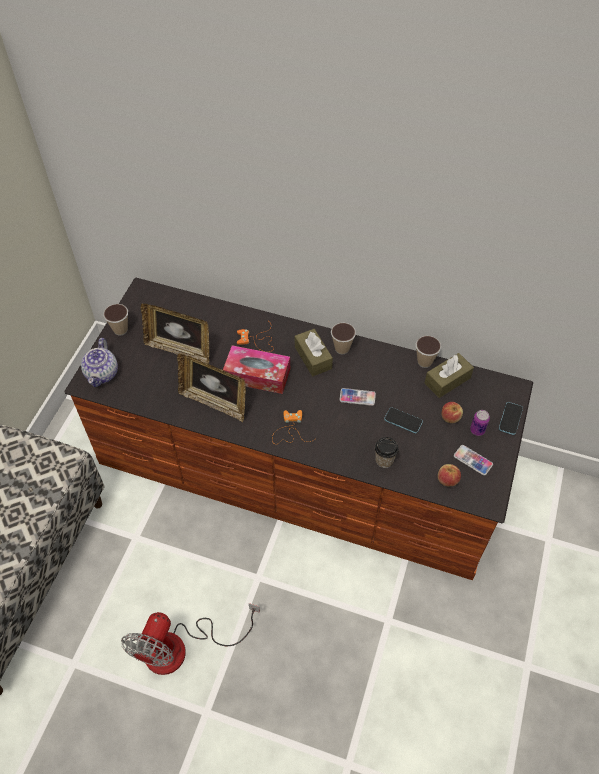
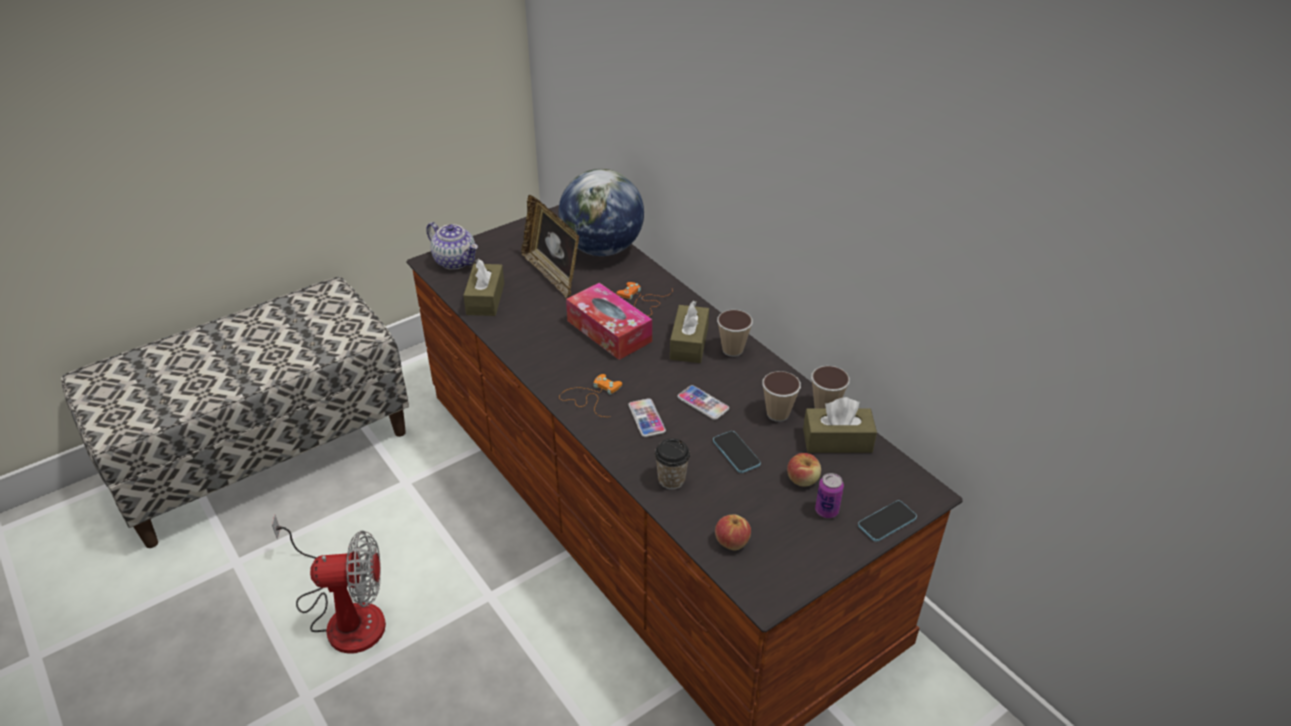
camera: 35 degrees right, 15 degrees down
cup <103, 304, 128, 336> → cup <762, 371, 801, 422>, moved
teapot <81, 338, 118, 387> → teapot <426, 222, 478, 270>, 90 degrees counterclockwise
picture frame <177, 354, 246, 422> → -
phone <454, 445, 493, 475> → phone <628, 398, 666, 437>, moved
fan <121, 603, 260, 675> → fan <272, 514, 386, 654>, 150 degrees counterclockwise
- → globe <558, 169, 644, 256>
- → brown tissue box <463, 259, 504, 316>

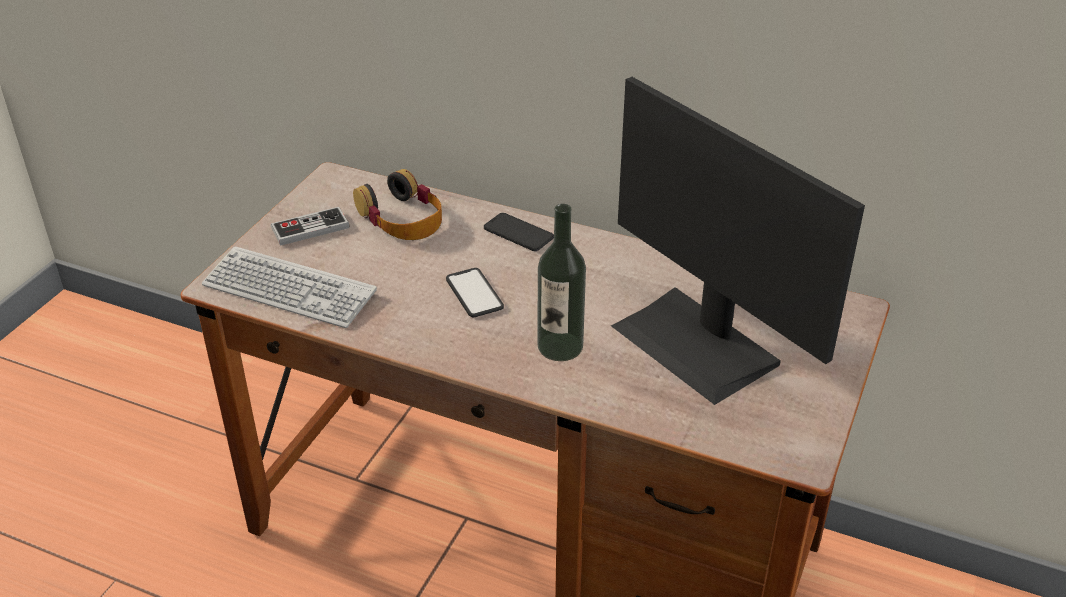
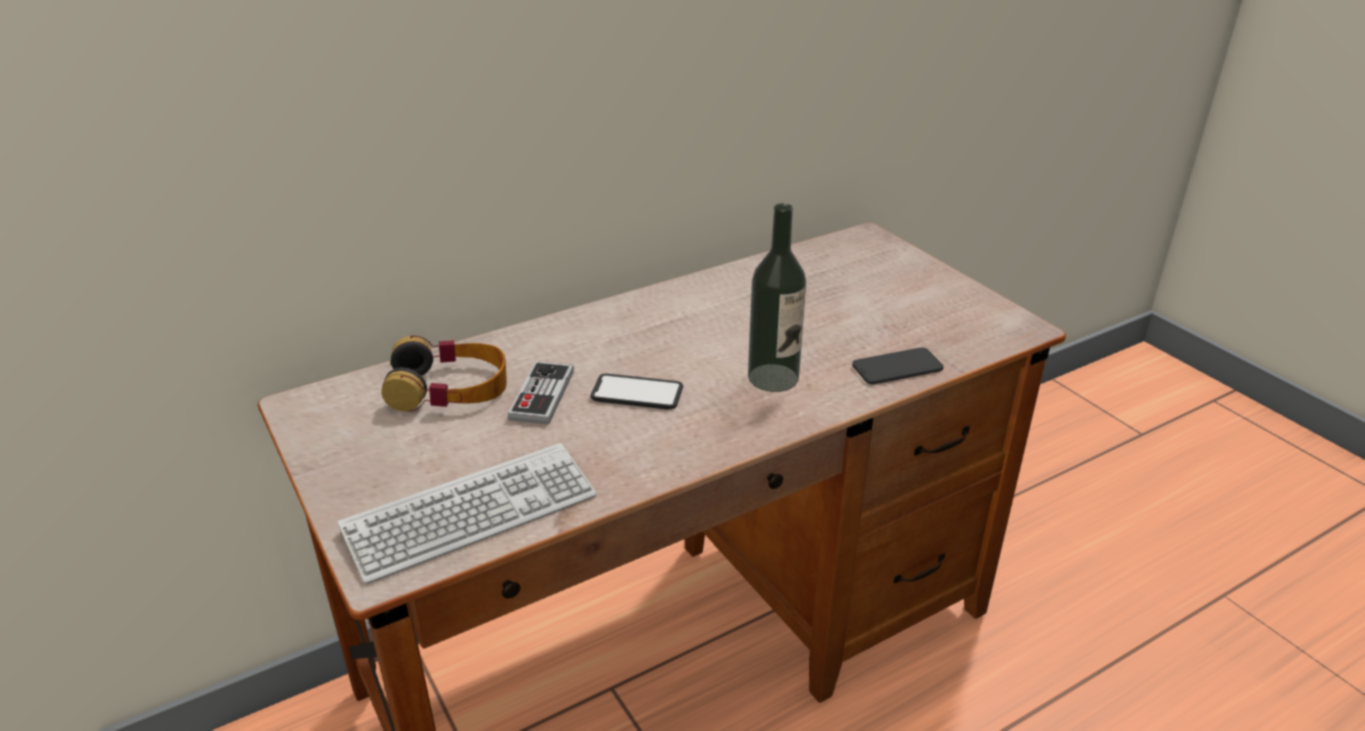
camera: 55 degrees left, 5 degrees down
monitor <611, 77, 865, 405> → -
game controller <271, 207, 349, 246> → game controller <508, 361, 574, 425>, moved
phone <484, 213, 554, 251> → phone <852, 348, 944, 384>, moved

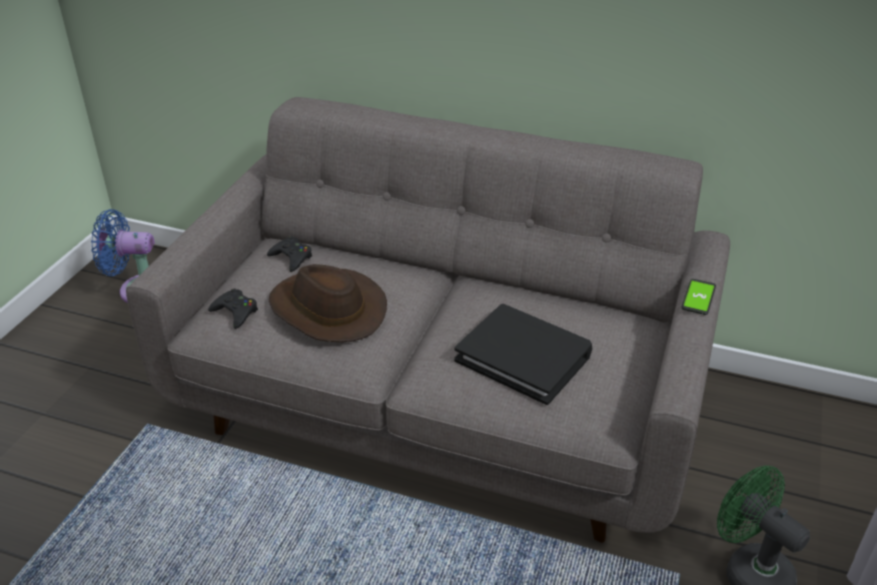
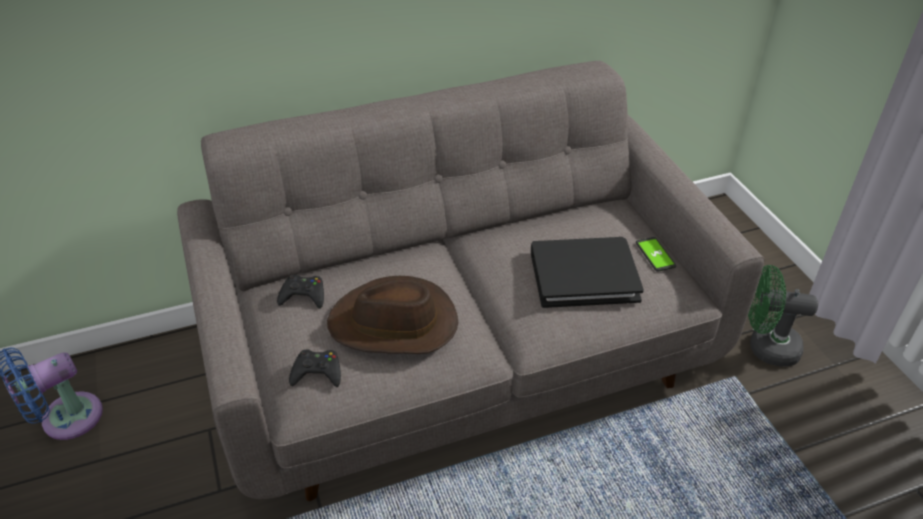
camera: 40 degrees left, 5 degrees up
phone <681, 279, 716, 315> → phone <636, 237, 676, 272>, moved

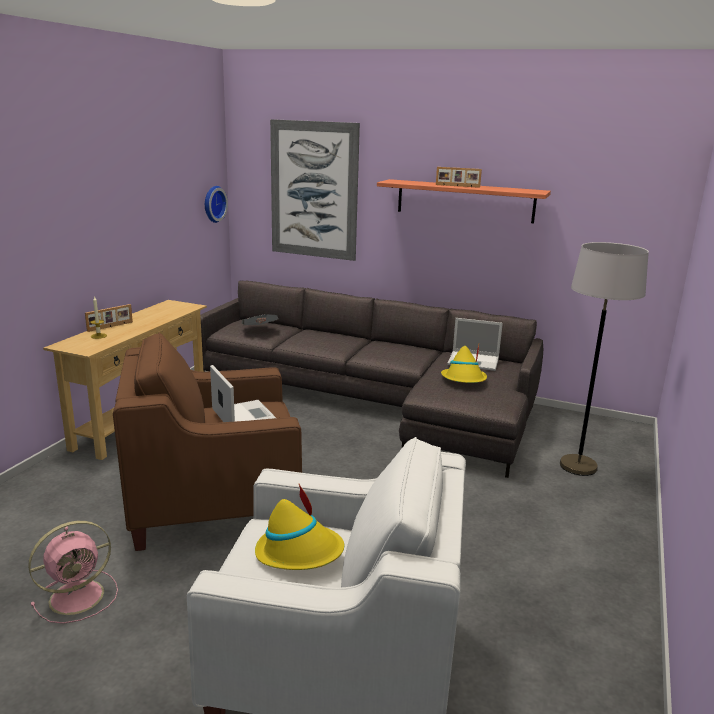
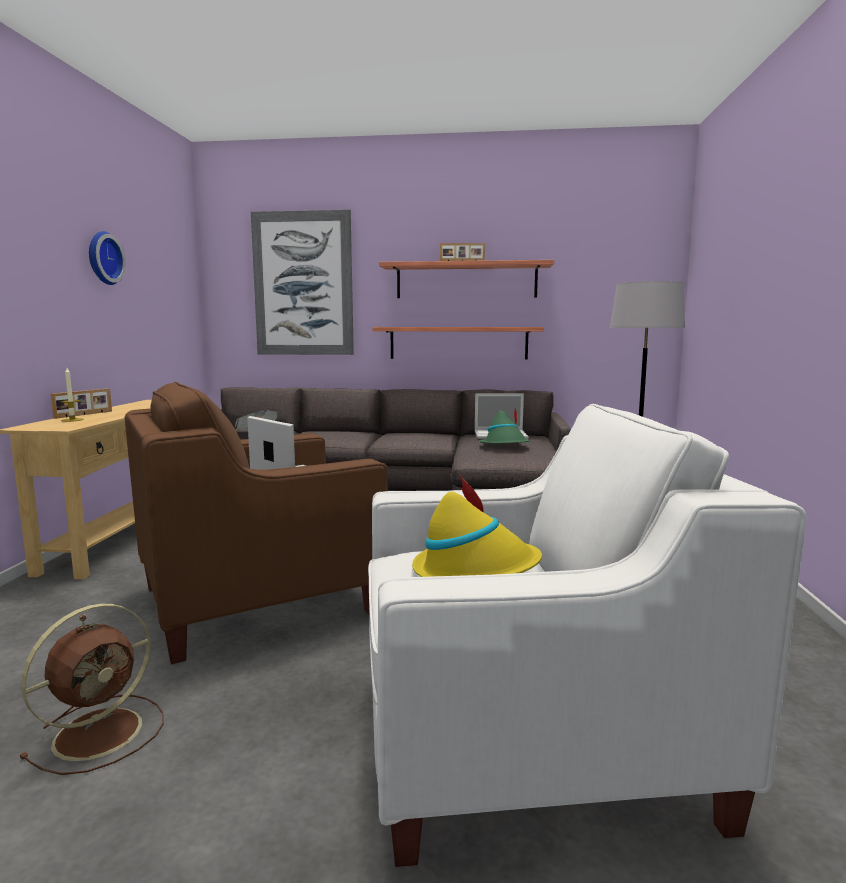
camera: 15 degrees left, 10 degrees down
wall clock <205, 186, 228, 223> → wall clock <89, 231, 126, 285>, moved
yellow hat <441, 345, 487, 383> → green hat <479, 407, 530, 444>
pink fan <28, 521, 118, 624> → brown fan <20, 604, 164, 775>
- → shelf <372, 327, 544, 359>

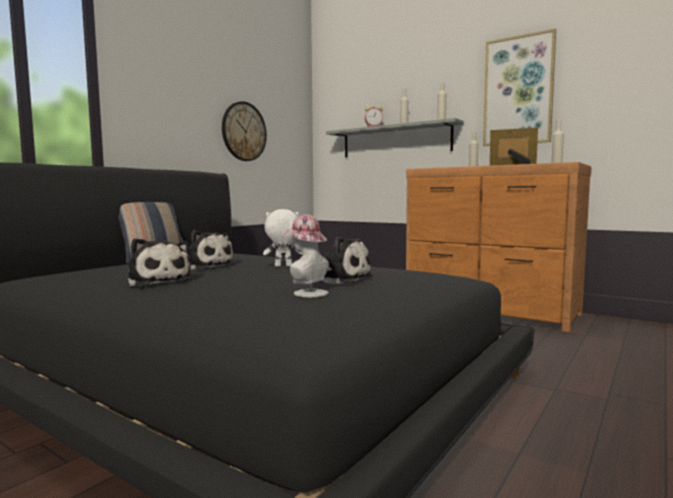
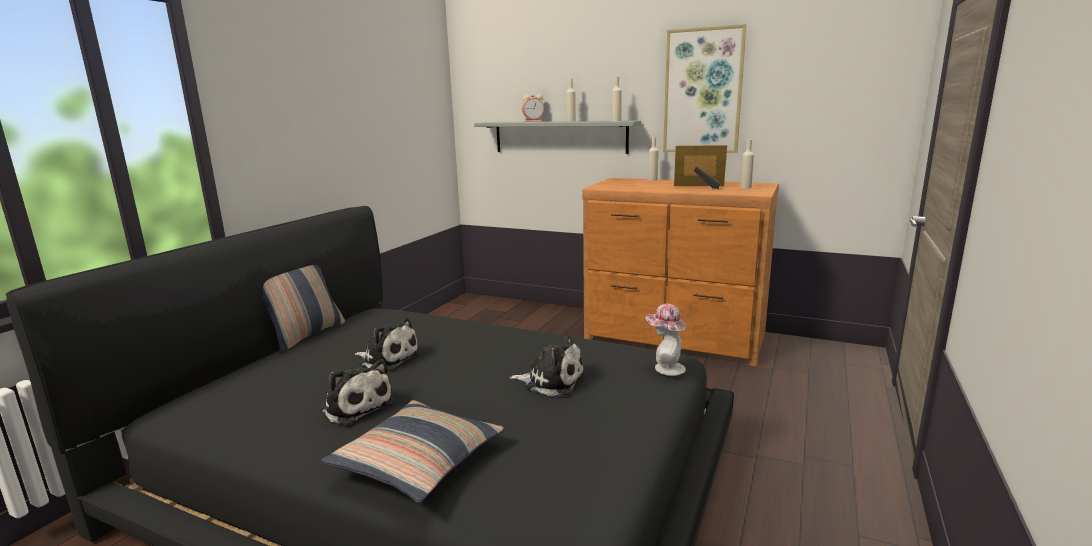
camera: 10 degrees left, 10 degrees up
wall clock <222, 101, 267, 161> → -
white plush toy <263, 209, 302, 267> → -
hat <283, 215, 329, 297> → hat <646, 304, 687, 376>, moved
- → pillow <321, 400, 504, 503>

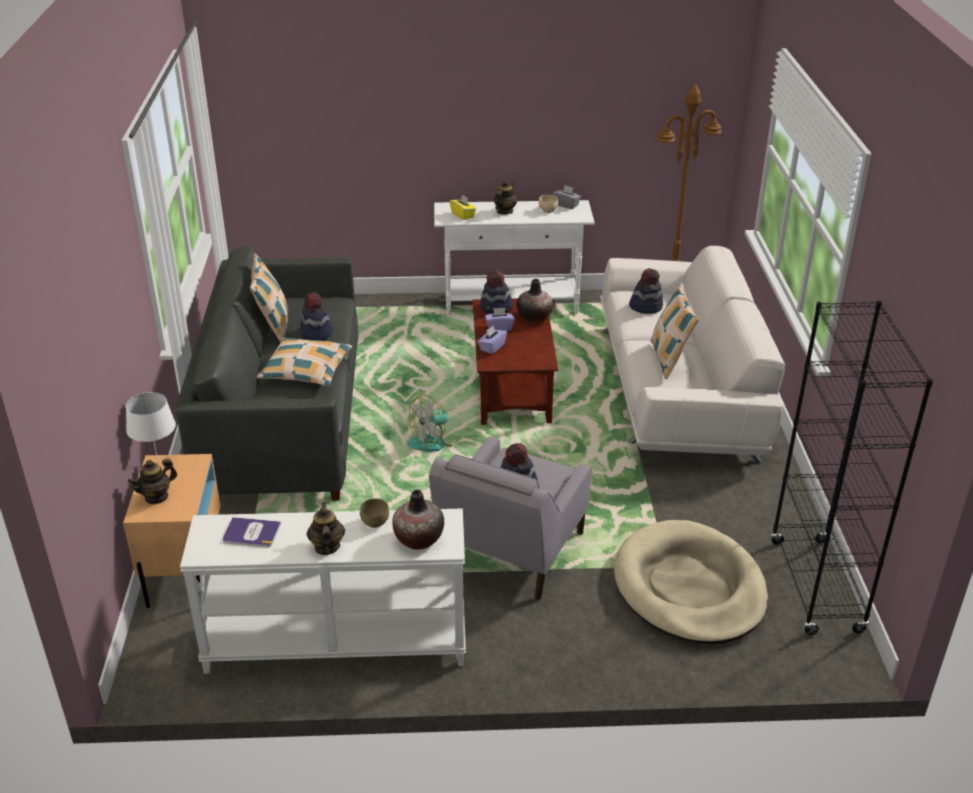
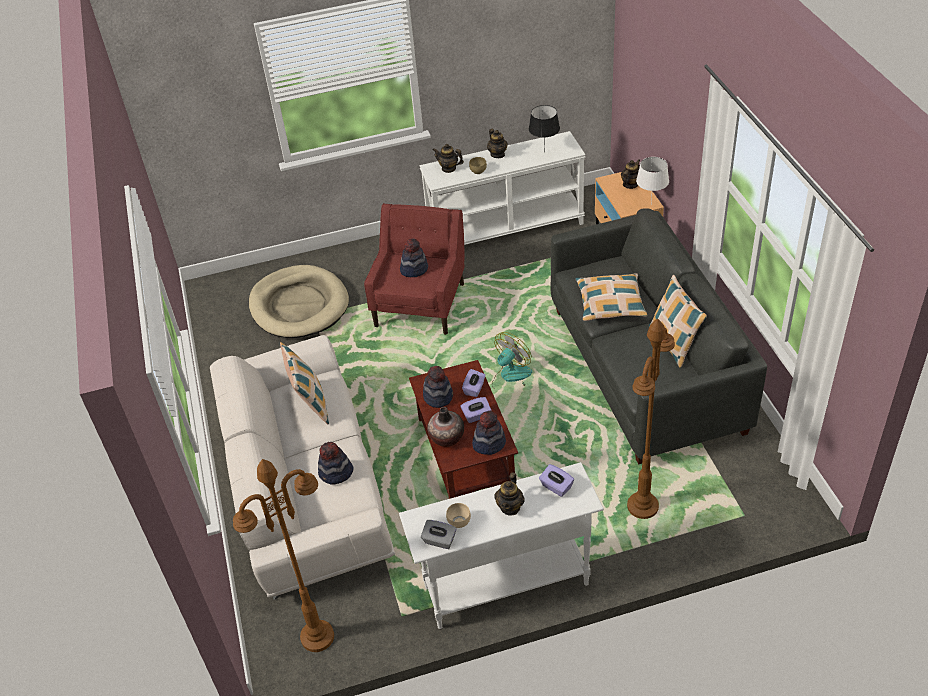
camera: 170 degrees right, 10 degrees up
yellow tissue box <450, 194, 476, 220> → purple tissue box <539, 464, 574, 497>
hat <300, 292, 333, 341> → hat <423, 366, 453, 408>, moved
black bookcase <771, 301, 933, 635> → -
grey armchair <429, 437, 592, 600> → red armchair <364, 203, 465, 335>
vase <392, 490, 444, 550> → teapot <433, 144, 464, 173>
book <222, 517, 281, 548> → black table lamp <529, 105, 560, 151>
- → brown floor lamp <627, 318, 675, 519>

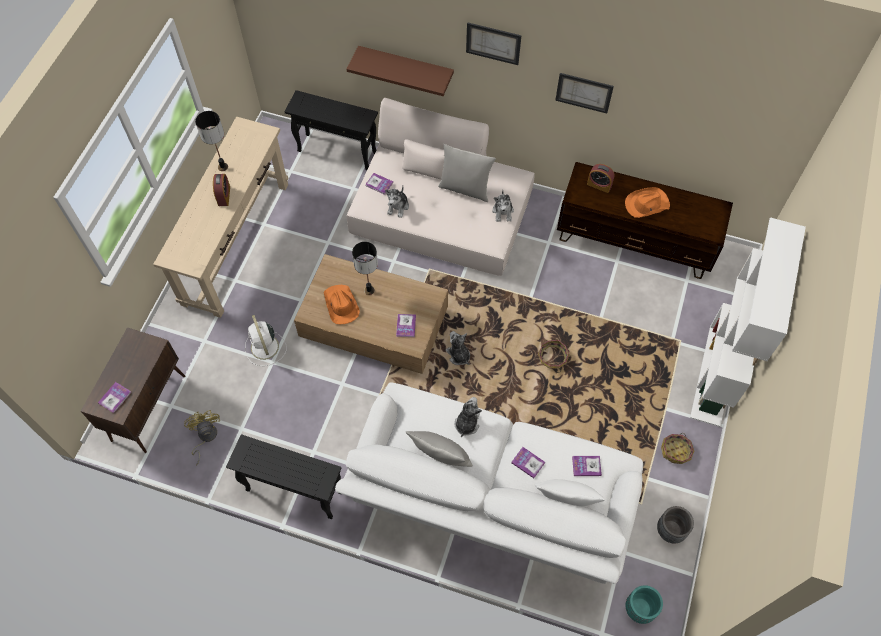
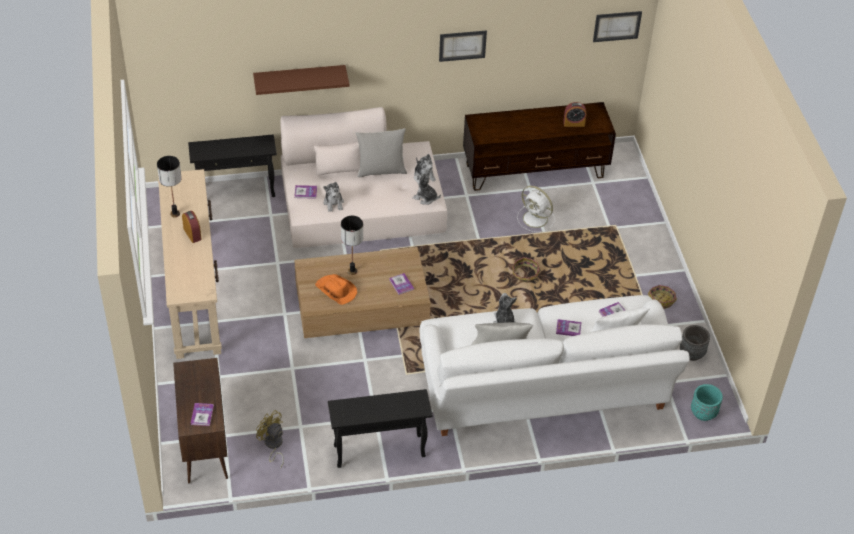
camera: 30 degrees left, 15 degrees down
picture <466, 22, 522, 65> → picture <593, 11, 642, 42>, moved
alarm clock <587, 164, 615, 193> → alarm clock <563, 102, 586, 127>, moved
orange hat <625, 187, 670, 218> → -
white bookcase <690, 217, 806, 427> → -
white fan <245, 315, 287, 366> → white fan <517, 186, 555, 232>, moved
plush toy <446, 331, 470, 365> → plush toy <413, 170, 441, 205>, moved

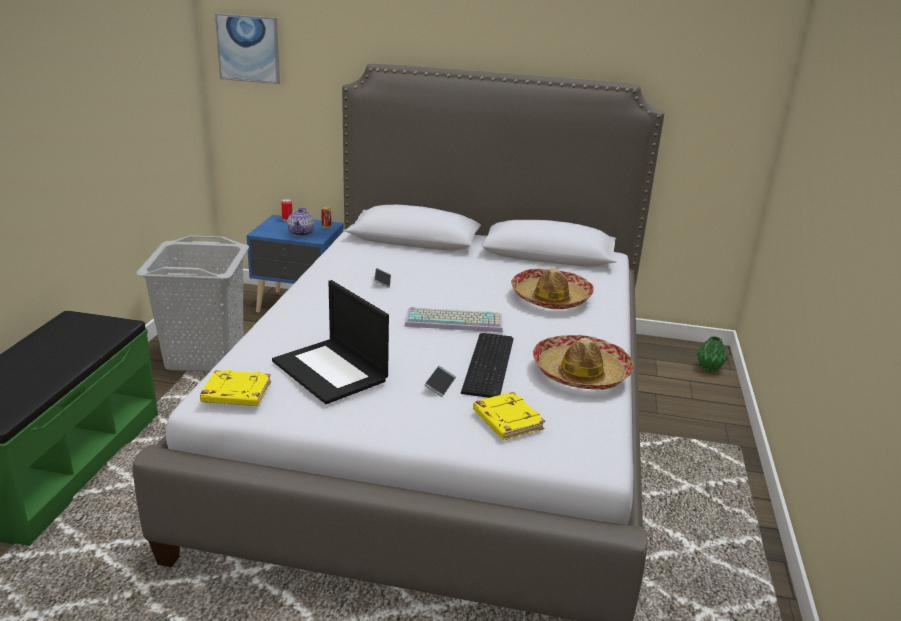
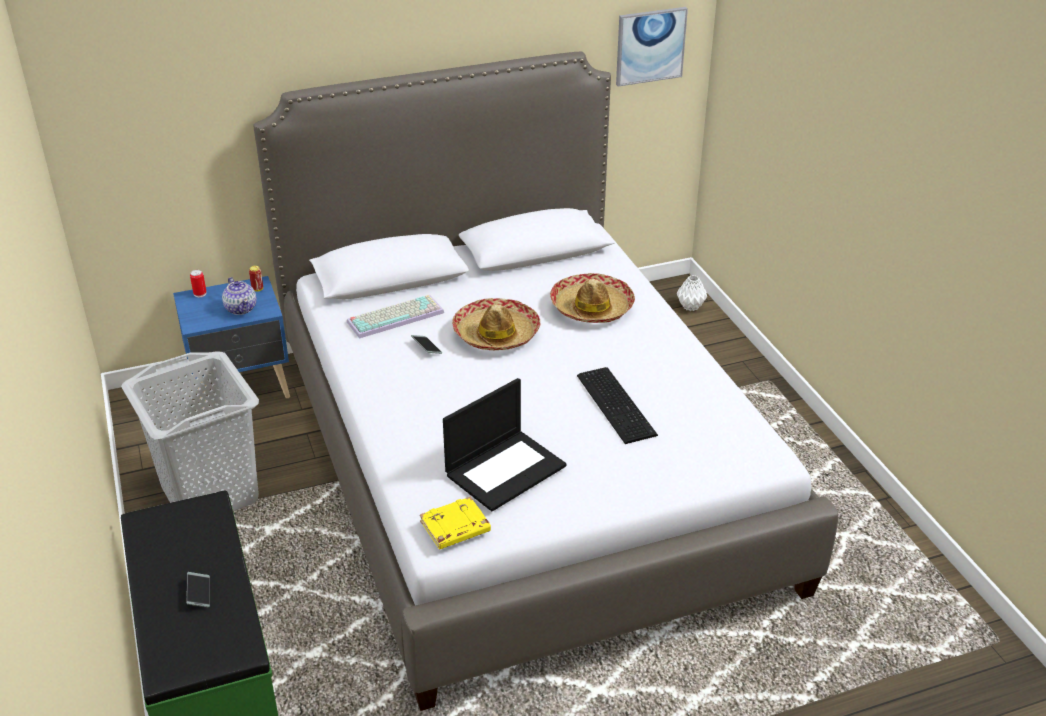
camera: 30 degrees left, 10 degrees up
picture <215, 13, 280, 84> → picture <616, 7, 688, 87>, moved
laptop <272, 280, 389, 404> → laptop <443, 378, 566, 512>, 60 degrees counterclockwise
keyboard <404, 307, 503, 332> → keyboard <347, 295, 444, 338>, moved
hat <532, 335, 634, 390> → hat <452, 298, 541, 351>, moved
green vase <697, 336, 728, 372> → white vase <677, 275, 707, 311>
phone <425, 366, 456, 397> → phone <186, 572, 210, 607>, moved
yellow book <473, 392, 545, 440> → -

